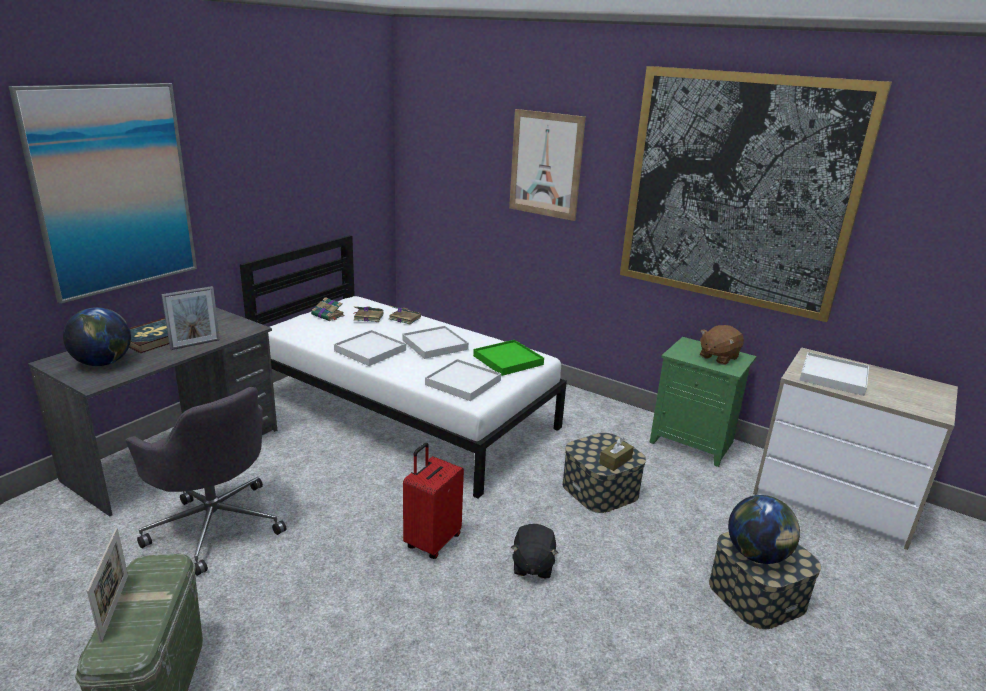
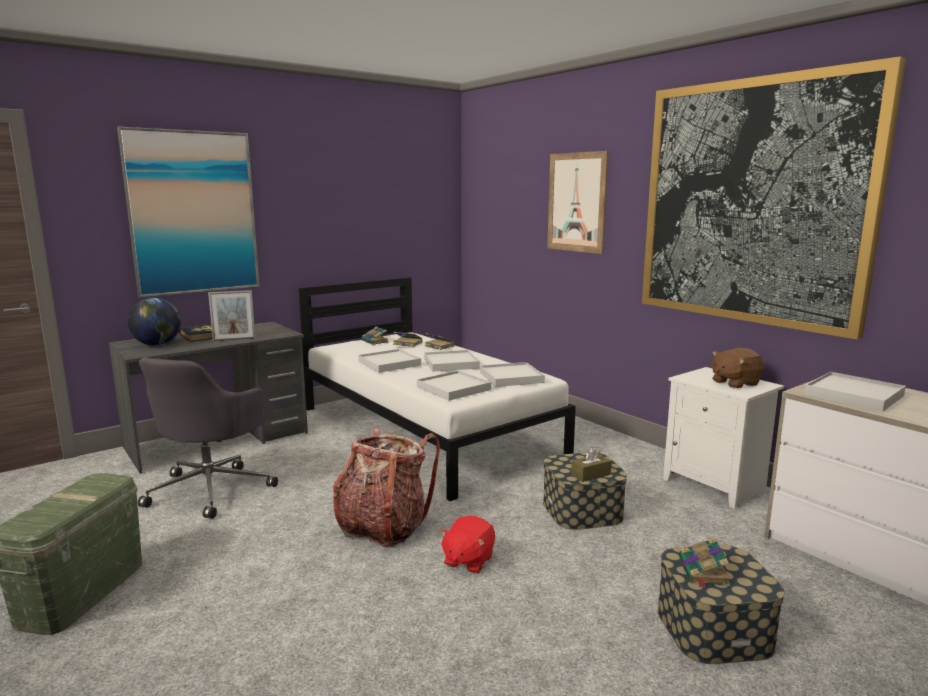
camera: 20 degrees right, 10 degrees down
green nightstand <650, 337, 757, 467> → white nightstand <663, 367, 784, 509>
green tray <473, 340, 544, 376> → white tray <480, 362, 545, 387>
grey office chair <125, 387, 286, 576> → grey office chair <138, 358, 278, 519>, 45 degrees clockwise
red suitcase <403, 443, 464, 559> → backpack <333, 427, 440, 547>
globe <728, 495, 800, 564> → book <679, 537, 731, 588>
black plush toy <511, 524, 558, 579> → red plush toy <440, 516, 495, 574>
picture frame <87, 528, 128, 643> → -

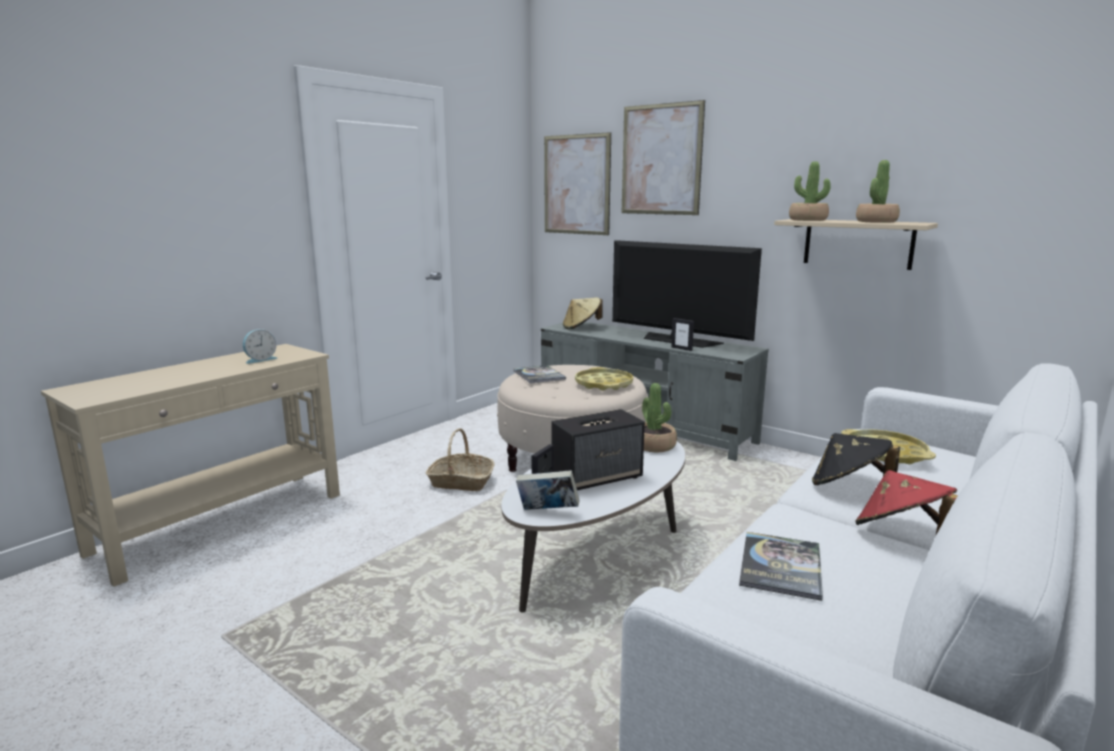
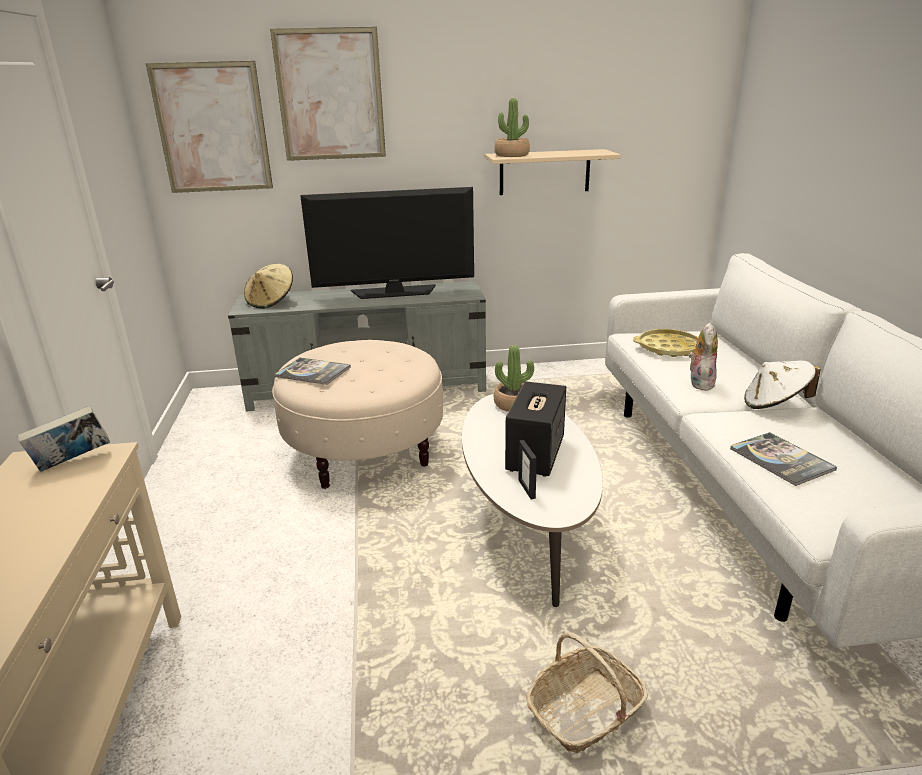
camera: 45 degrees left, 10 degrees up
potted plant <856, 160, 900, 223> → -
picture frame <671, 318, 694, 351> → -
alarm clock <243, 329, 277, 364> → -
yellow tray <575, 367, 633, 391> → -
basket <426, 428, 495, 491> → basket <526, 632, 648, 753>, moved
black hat <812, 433, 900, 485> → plush toy <689, 323, 718, 391>
book <516, 470, 580, 510> → book <17, 406, 110, 472>, moved
red hat <855, 470, 958, 535> → white hat <744, 361, 821, 409>

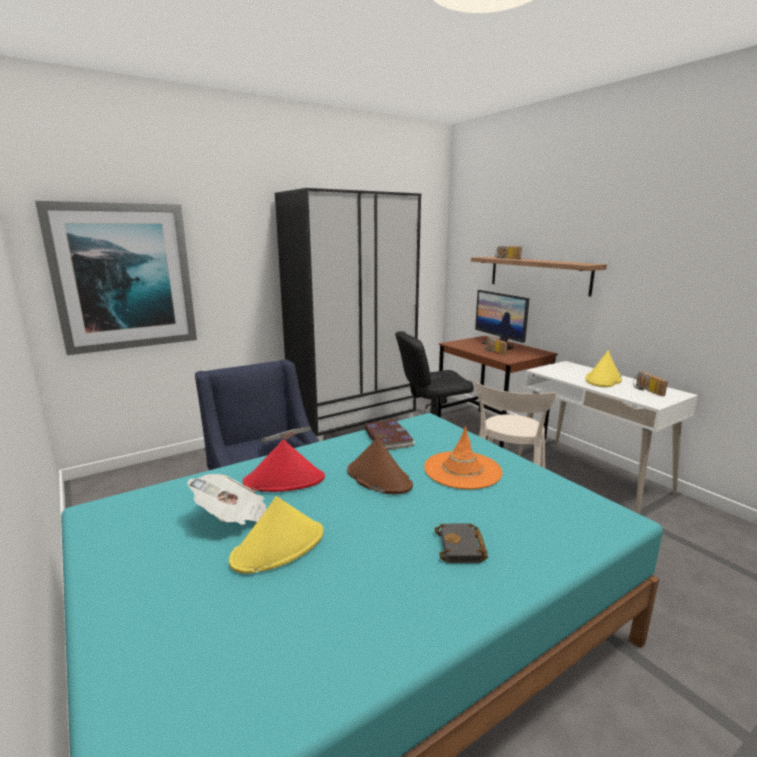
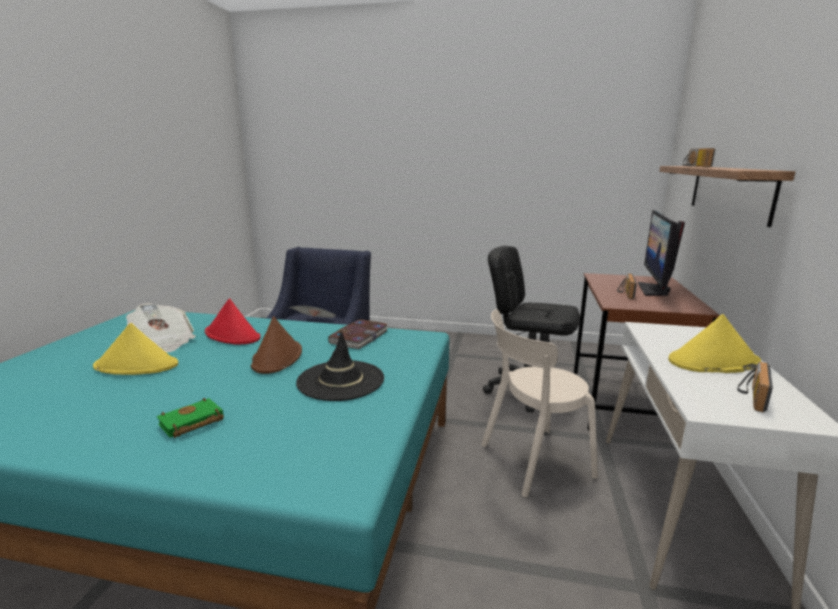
camera: 45 degrees right, 0 degrees up
black wardrobe <275, 188, 422, 441> → -
picture <35, 201, 197, 355> → -
orange hat <424, 426, 503, 489> → black hat <296, 331, 384, 401>
black book <434, 524, 488, 563> → green book <157, 398, 224, 438>

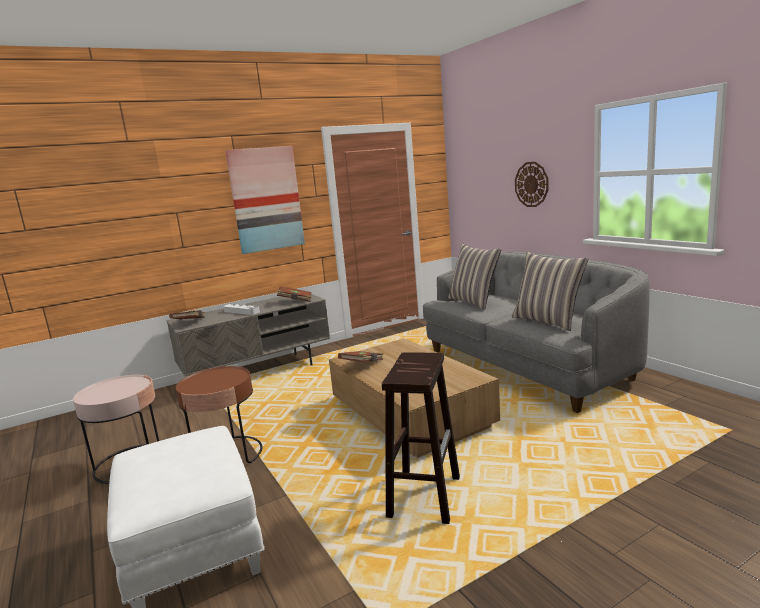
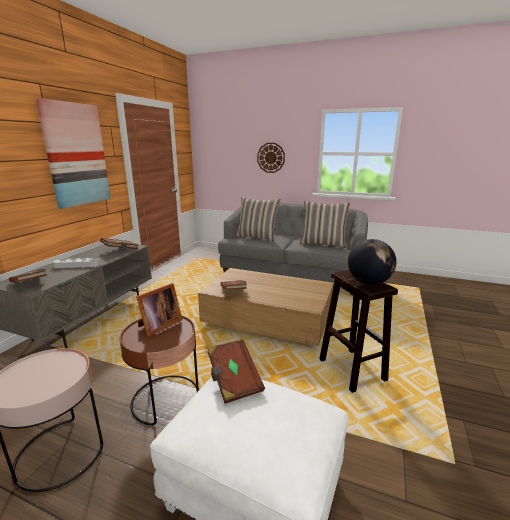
camera: 40 degrees left, 5 degrees up
- → globe <348, 239, 397, 285>
- → picture frame <136, 283, 183, 336>
- → brown book <207, 340, 265, 404>

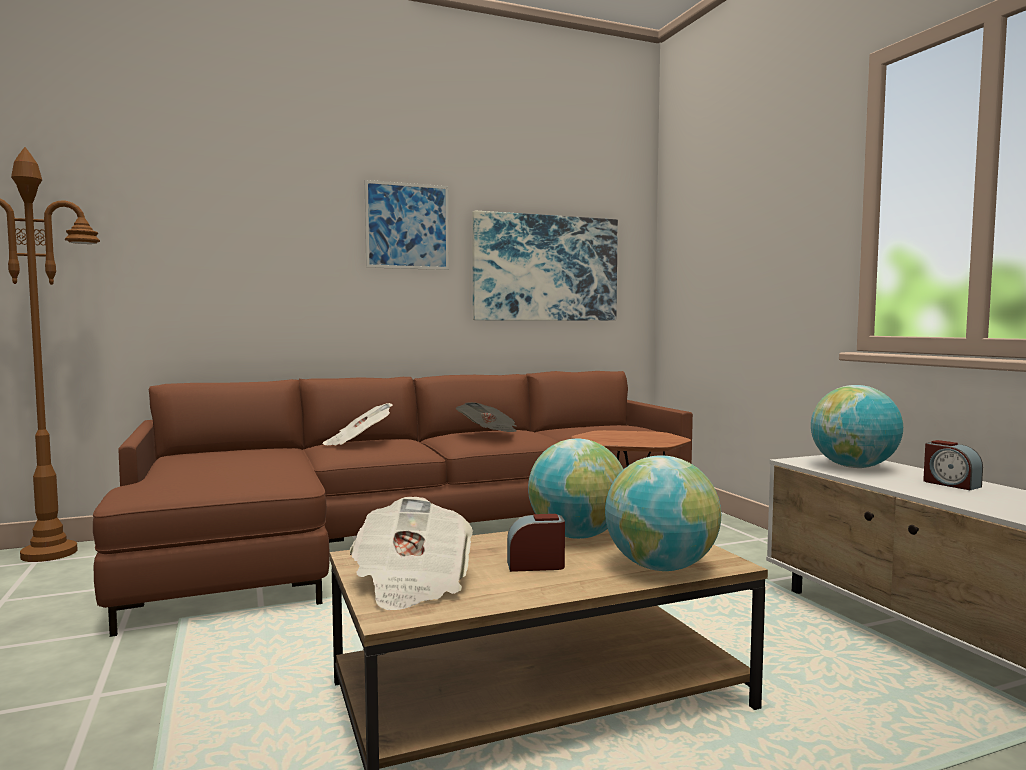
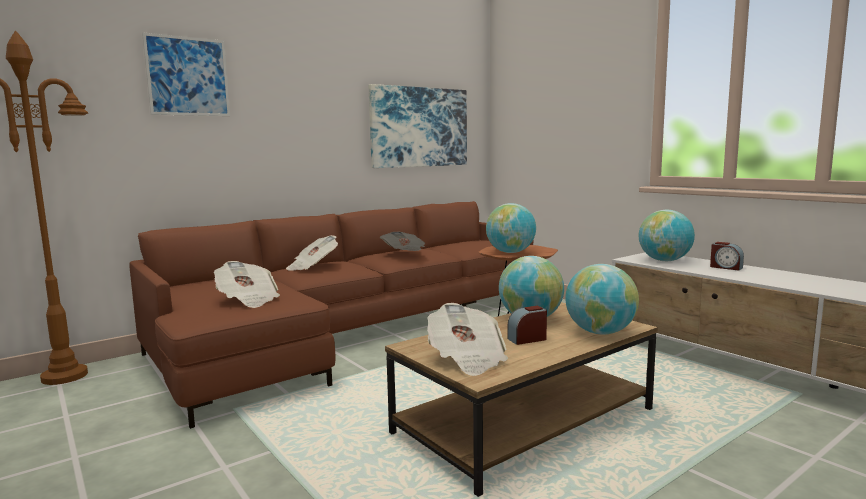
camera: 15 degrees left, 5 degrees up
picture <365, 180, 449, 270> → picture <142, 33, 230, 116>, moved
- → globe <486, 203, 536, 253>
- → newspaper <214, 261, 280, 308>

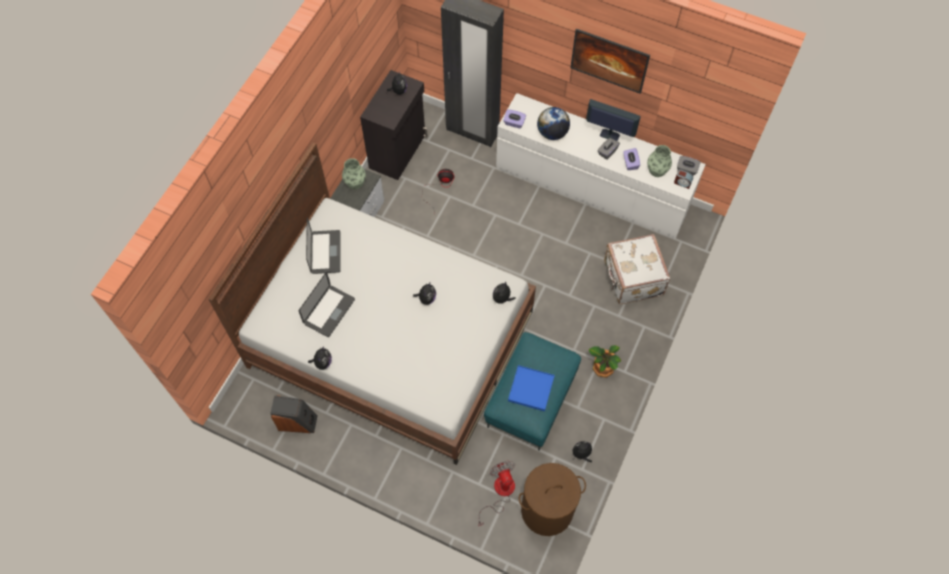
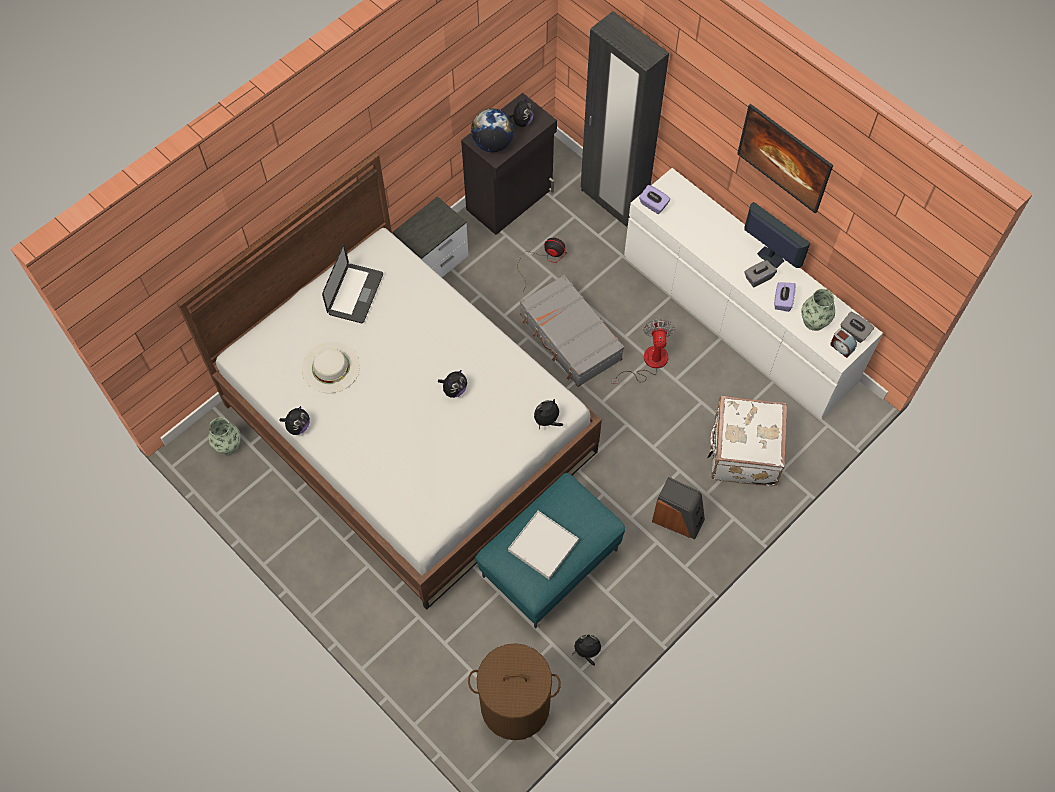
camera: 20 degrees right, 0 degrees up
globe <537, 107, 570, 140> → globe <471, 108, 514, 152>, moved
vase <342, 158, 366, 189> → vase <208, 418, 241, 455>, moved
laptop <299, 272, 355, 337> → white hat <302, 342, 360, 393>
potted plant <589, 345, 621, 378> → -
blue tray <508, 365, 555, 411> → white tray <508, 511, 579, 579>
speaker <270, 395, 318, 433> → speaker <652, 477, 705, 539>, moved
fan <478, 461, 515, 527> → fan <611, 319, 675, 384>, moved
- → grey suitcase <520, 275, 624, 387>

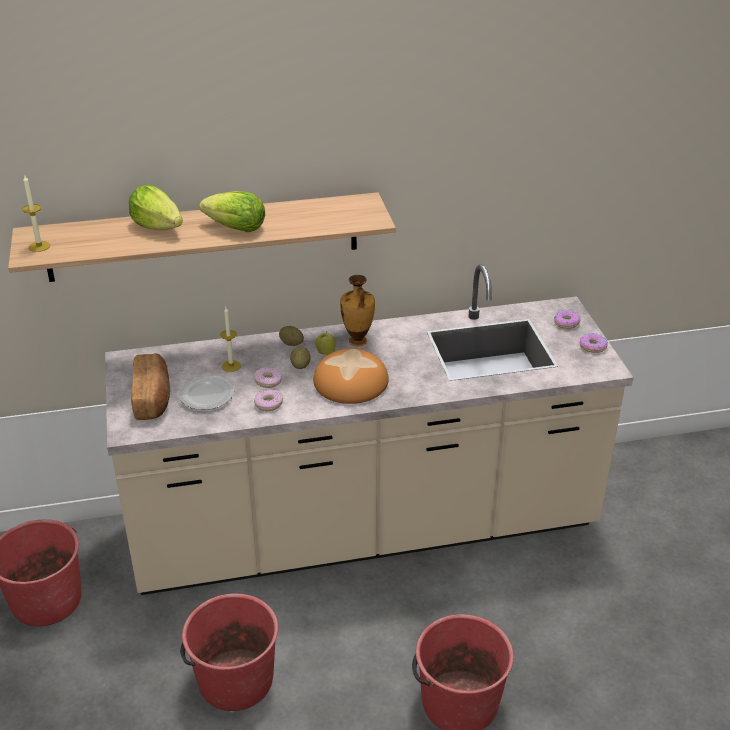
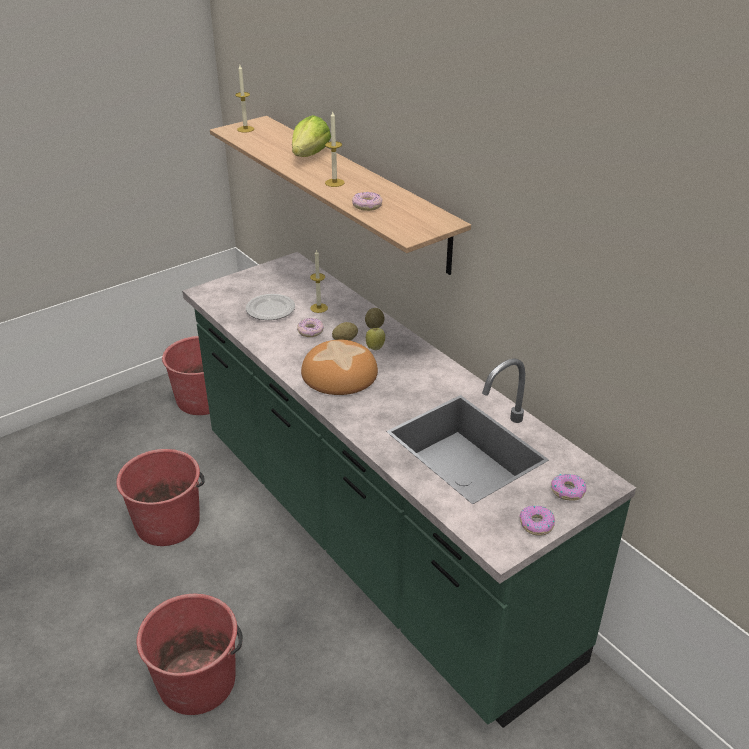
camera: 65 degrees right, 0 degrees up
lettuce <199, 191, 265, 232> → candle <325, 112, 345, 187>
beige counter <105, 264, 634, 595> → green counter <182, 252, 636, 728>
vase <340, 275, 375, 346> → -
bread <131, 353, 170, 420> → -
donut <254, 389, 283, 411> → donut <352, 192, 382, 211>, moved

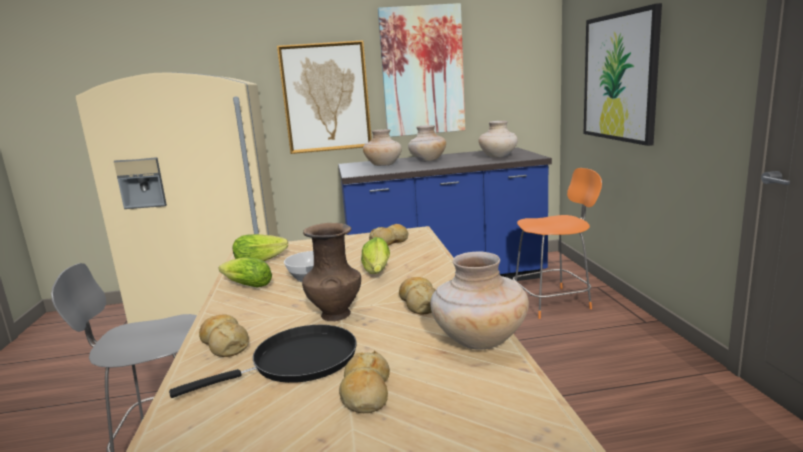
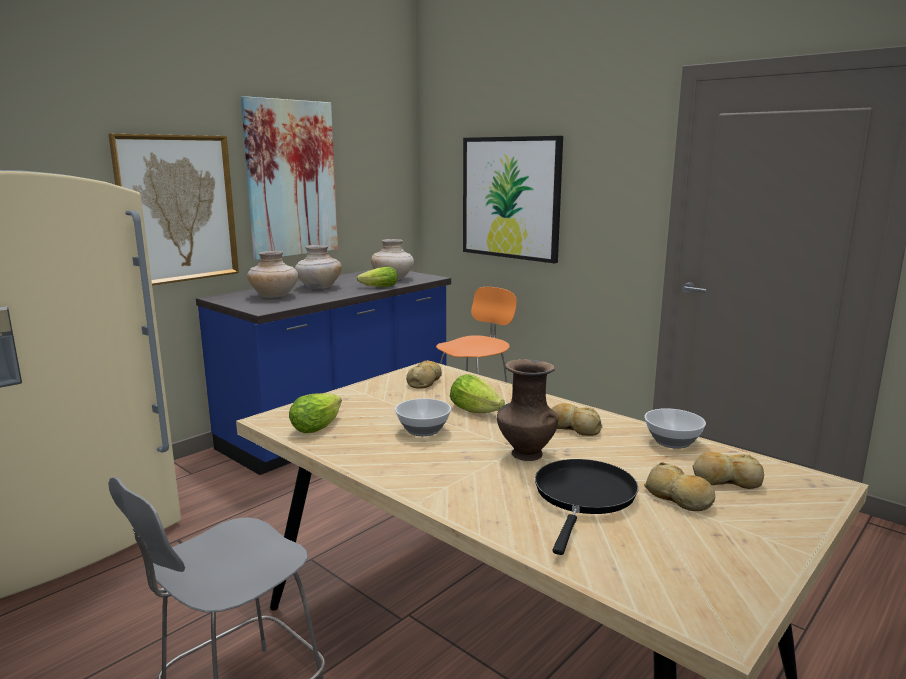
camera: 40 degrees left, 0 degrees up
beige vase <430, 251, 529, 350> → bowl <644, 408, 706, 449>
lettuce <218, 258, 272, 287> → lettuce <357, 267, 398, 287>, moved
bread <199, 315, 249, 357> → bread <692, 452, 764, 489>, moved

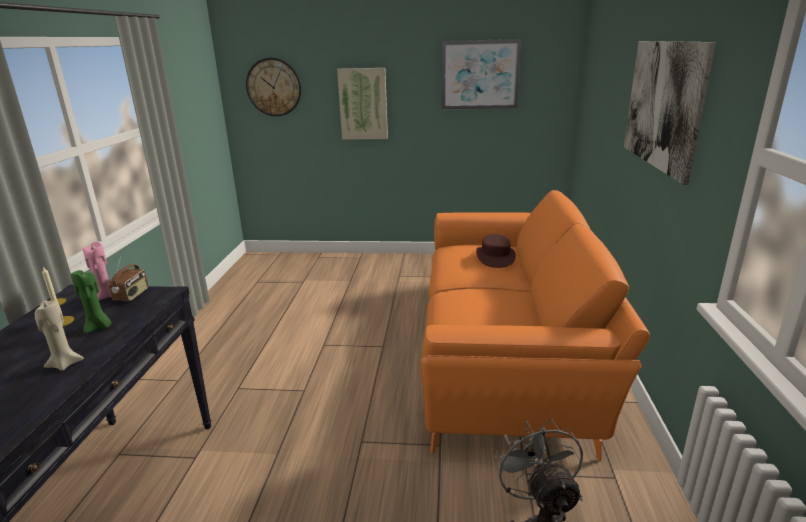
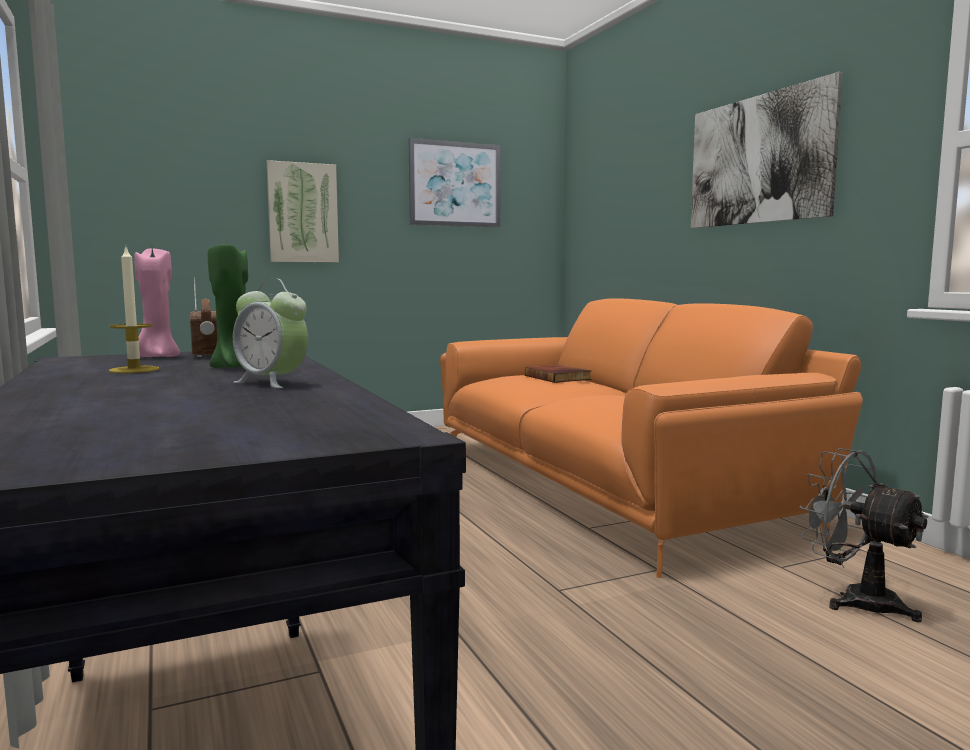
camera: 30 degrees left, 15 degrees down
wall clock <246, 58, 302, 116> → -
brown hat <476, 234, 516, 268> → book <525, 364, 591, 383>
beige candle <35, 299, 84, 371> → alarm clock <233, 278, 308, 388>

